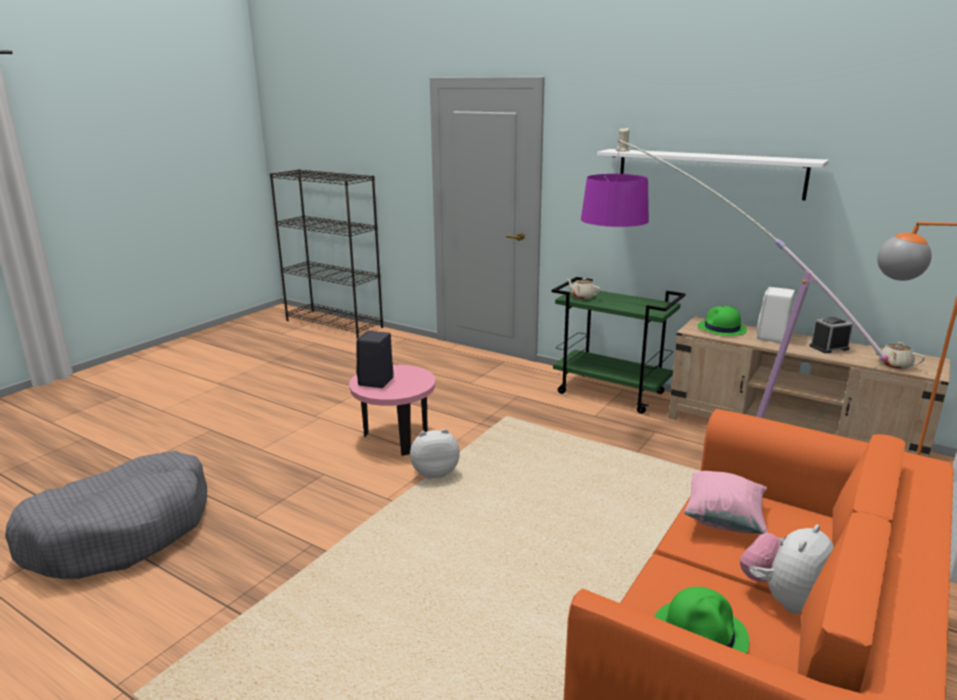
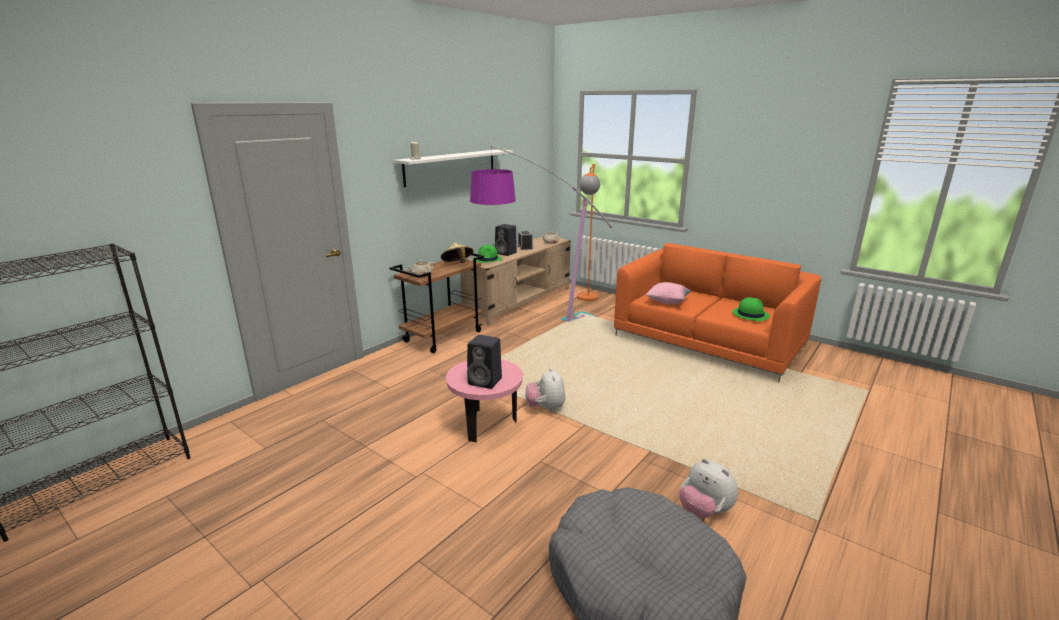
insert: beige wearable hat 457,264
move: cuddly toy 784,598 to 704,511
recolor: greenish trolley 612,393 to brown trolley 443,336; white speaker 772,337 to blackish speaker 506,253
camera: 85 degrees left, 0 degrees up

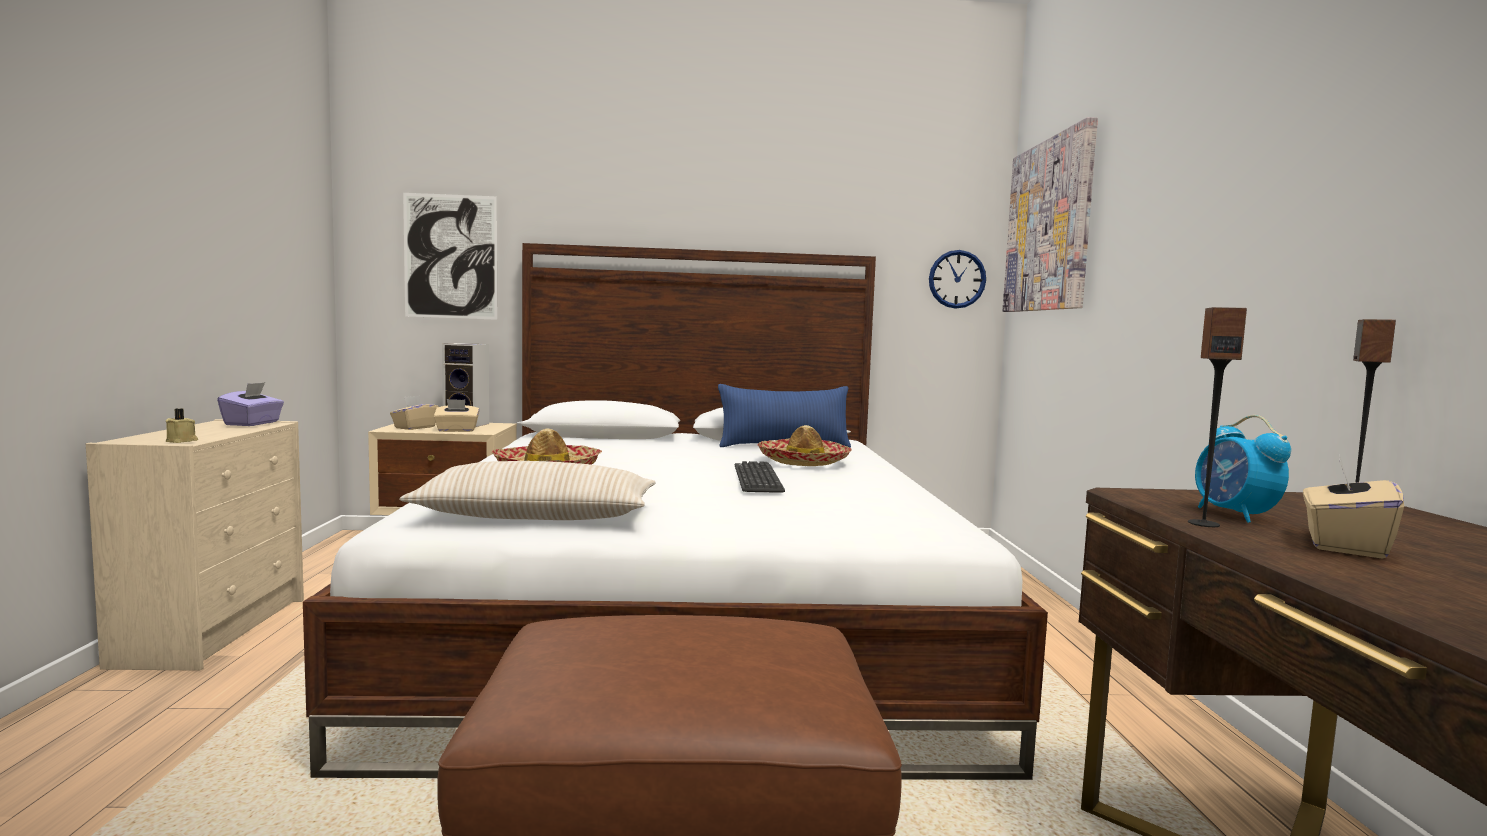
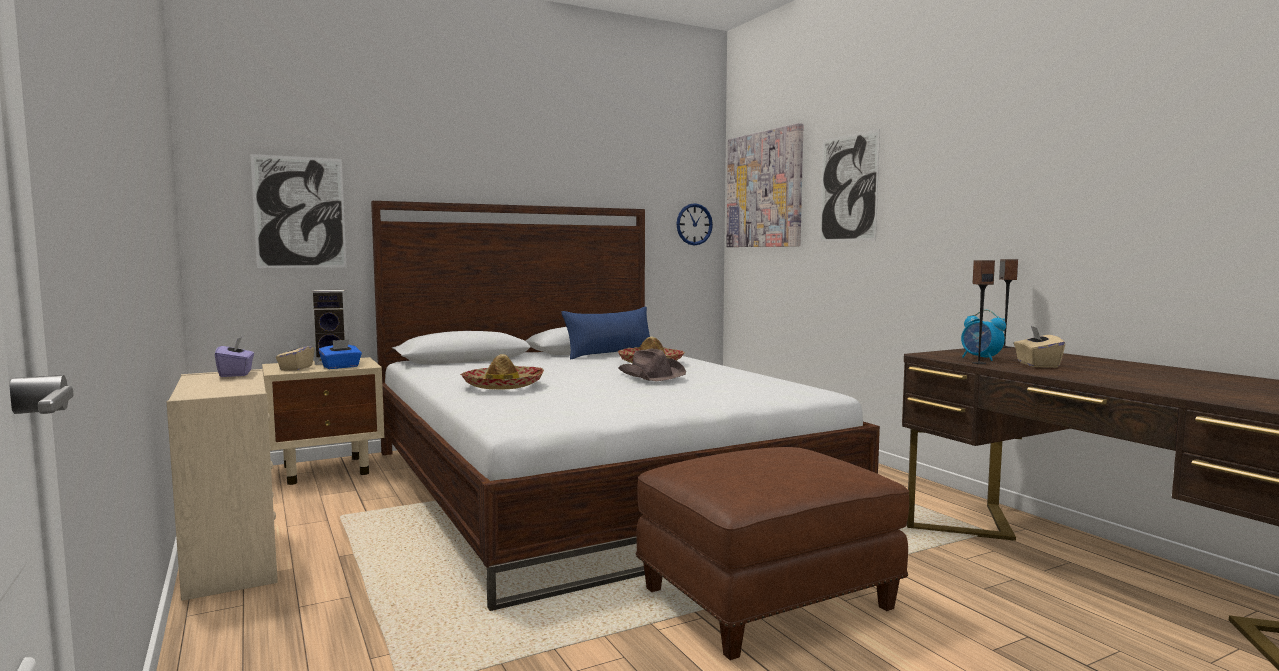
delete: beige wax light 182,441; beige throw pillow 536,516
insert: wall picture 848,188
replace: computer keyboard 757,478 to brown wearable hat 652,375
recolor: beige tissue box 456,430 to blue tissue box 341,367
camera: 25 degrees left, 0 degrees up

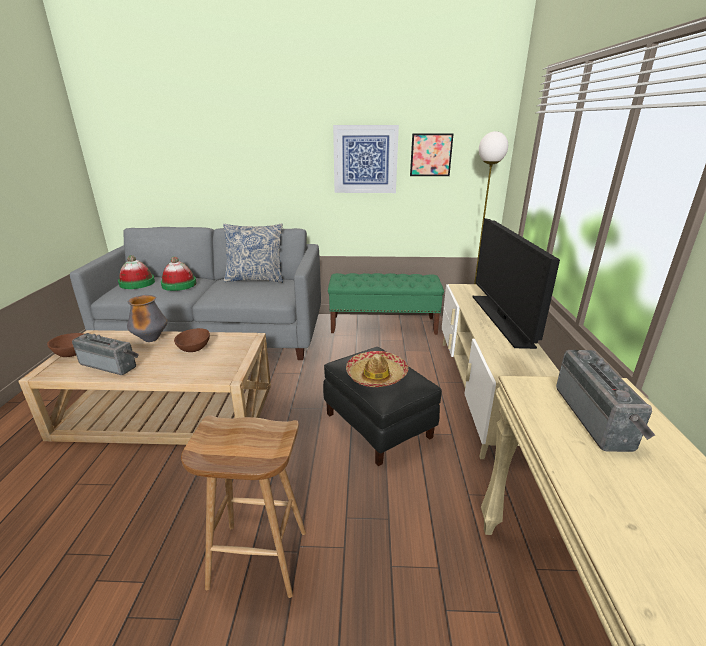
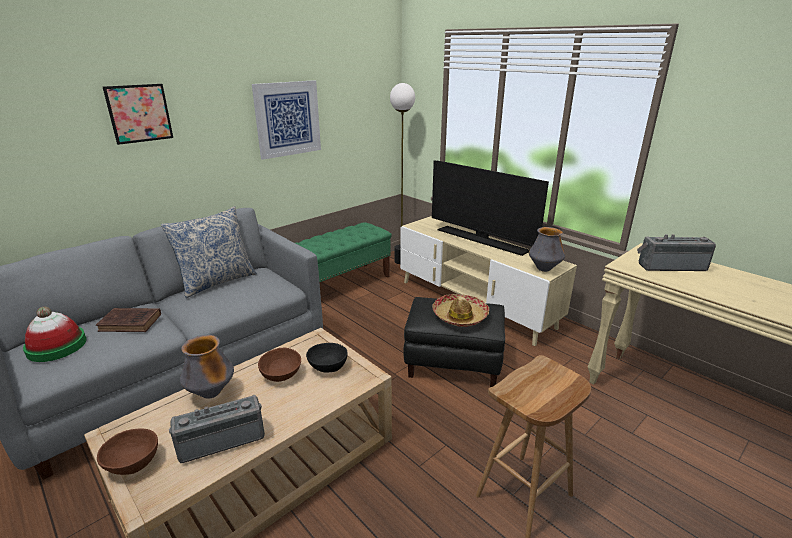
insert: blackish serving bowl 328,367; flower vase 544,269
move: wall picture 431,155 to 139,113
replace: wearable hat 179,284 to brown volume 132,323
rotate: radio set 597,417 = 670,266 45 degrees counterclockwise
camera: 45 degrees left, 0 degrees up

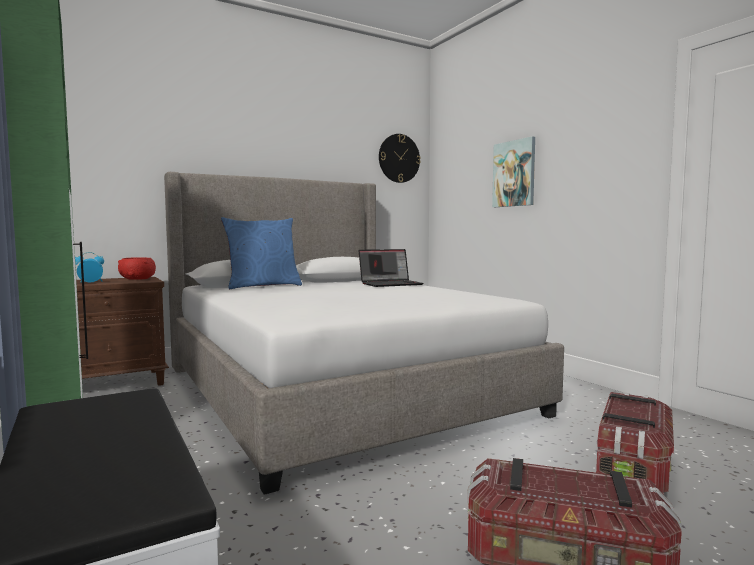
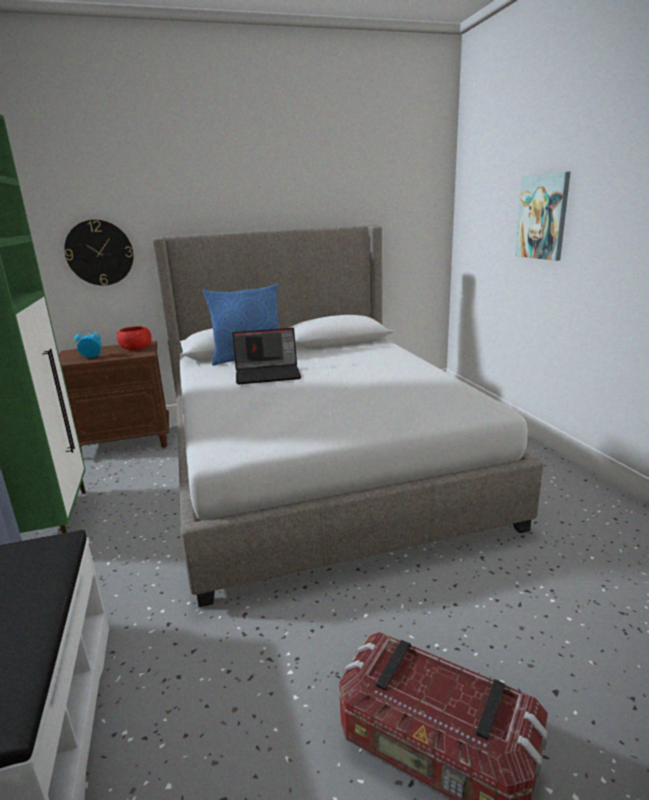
delete: storage box 632,469
move: laptop 391,284 to 268,374; hanging clock 399,158 to 99,253
camera: 15 degrees right, 15 degrees up

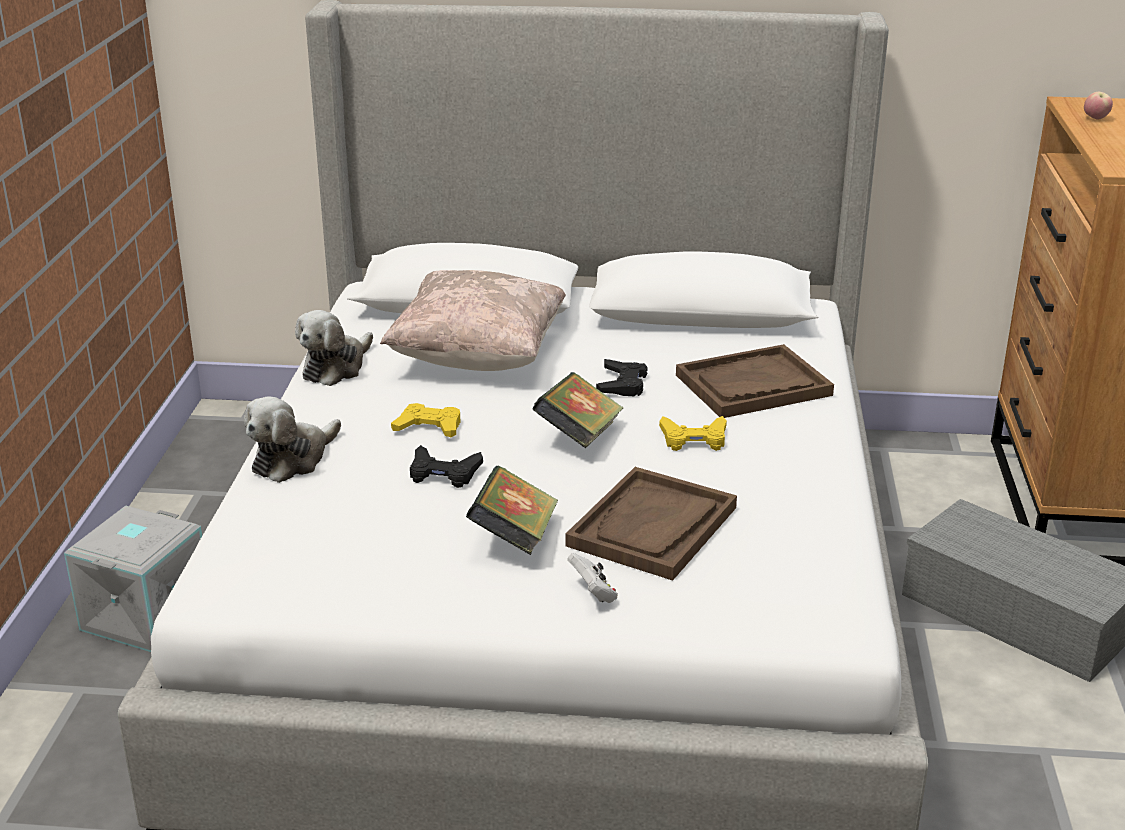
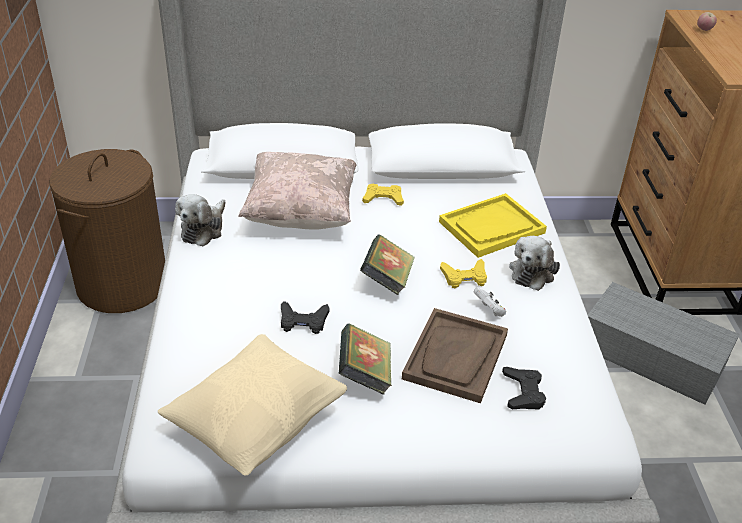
delete: gray storage box 145,614
insert: brown laundry basket 122,284; beige throw pillow 257,424
move: cuddly toy 293,459 to 533,271; yellow game controller 429,427 to 383,198; white game controller 593,594 to 489,311; blackish game controller 622,384 to 523,392
recolor: brown tray 753,385 to yellow tray 491,227
camera: 10 degrees left, 10 degrees up

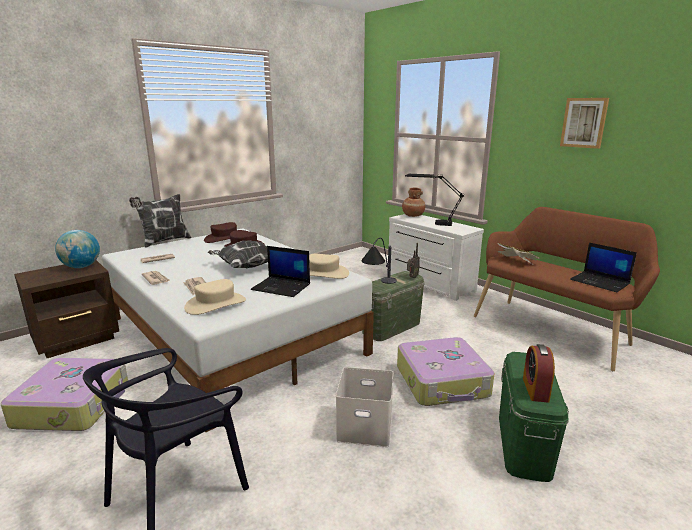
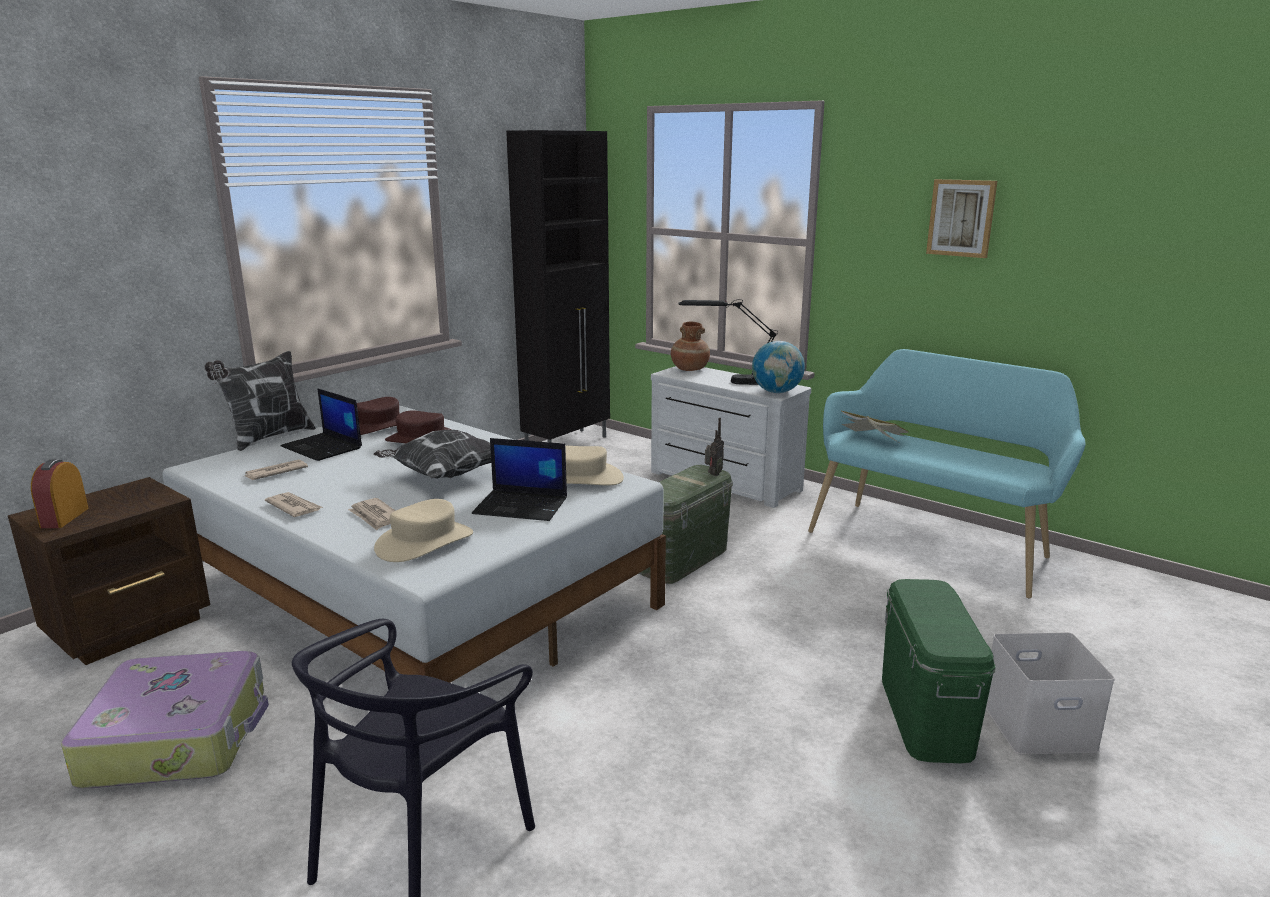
delete: tabletop lamp 378,285; travel case 443,382
insert: blackish cabinet 568,443
move: desk globe 81,267 to 776,392; white storage box 363,427 to 1037,727; bedside clock 535,389 to 64,517; laptop 600,282 to 323,447
recolor: brown long seat 553,329 to turquoise-coloured long seat 933,542
camera: 10 degrees left, 0 degrees up

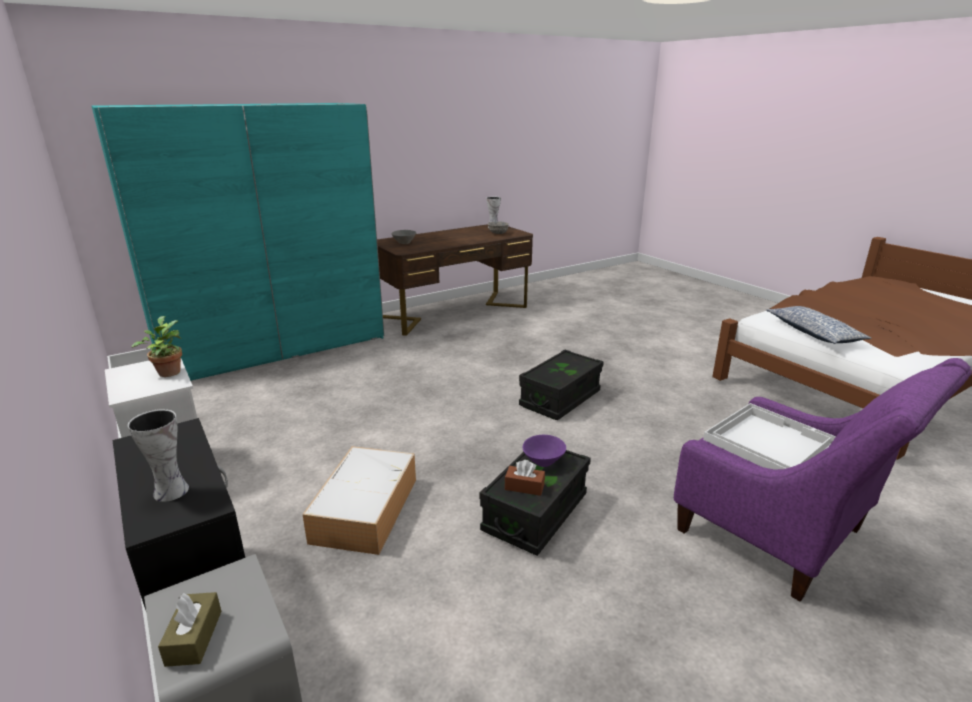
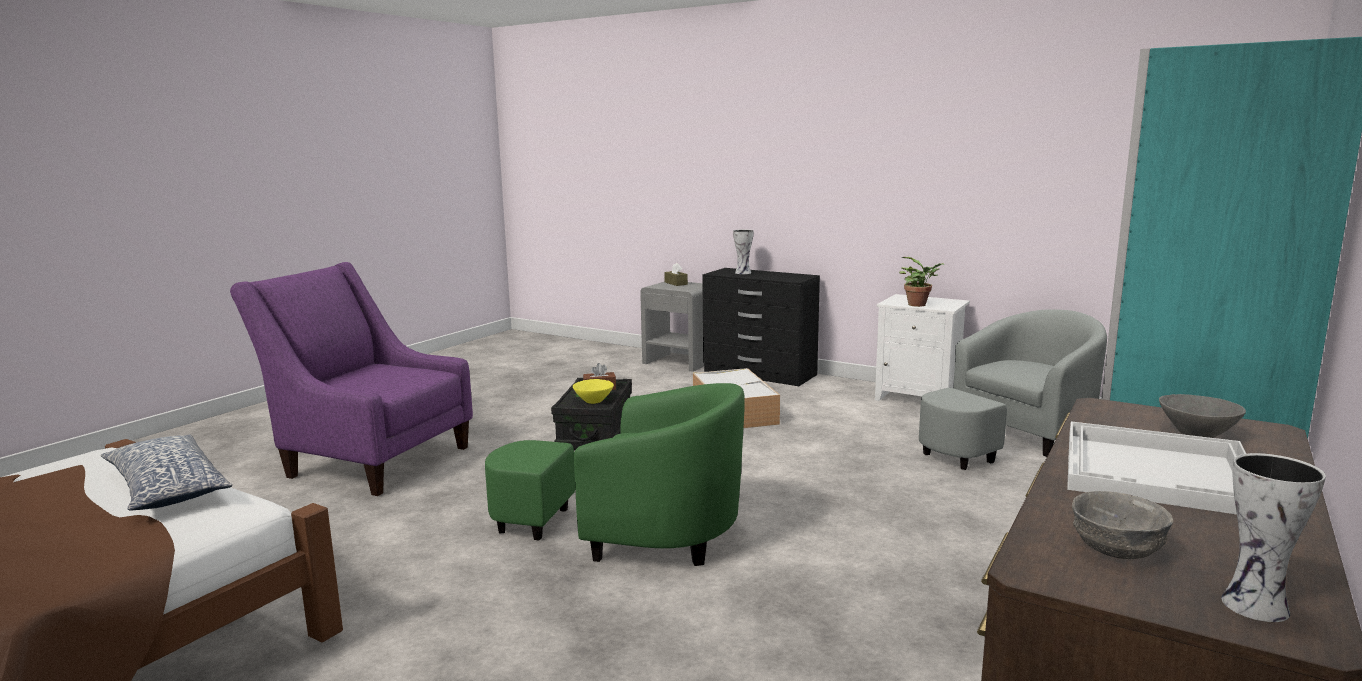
insert: gray armchair 1012,439
move: white tray 769,441 to 1158,472
replace: blackish storage box 560,399 to greenish armchair 631,533
recolor: purple-coloured serving bowl 542,462 to yellow serving bowl 594,401
camera: 155 degrees right, 10 degrees down

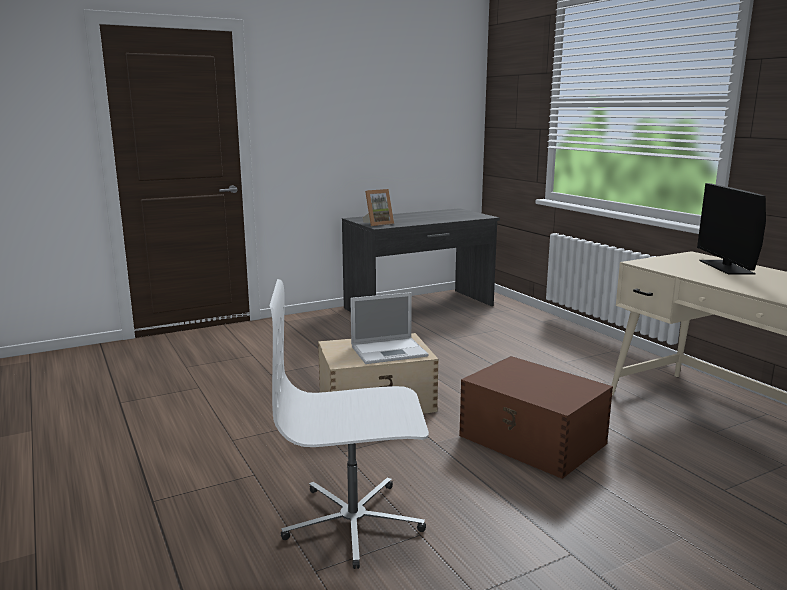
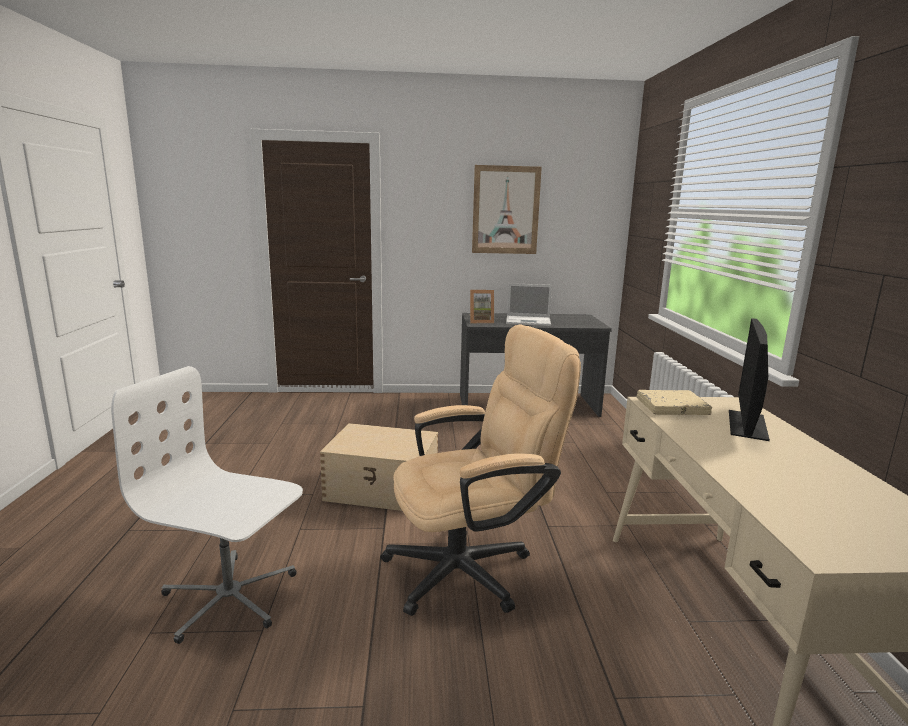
insert: wall picture 506,210; beige volume 672,407
move: laptop 390,351 to 529,321
replace: brown storage box 533,440 to beige desk chair 472,568
camera: 25 degrees right, 0 degrees up

